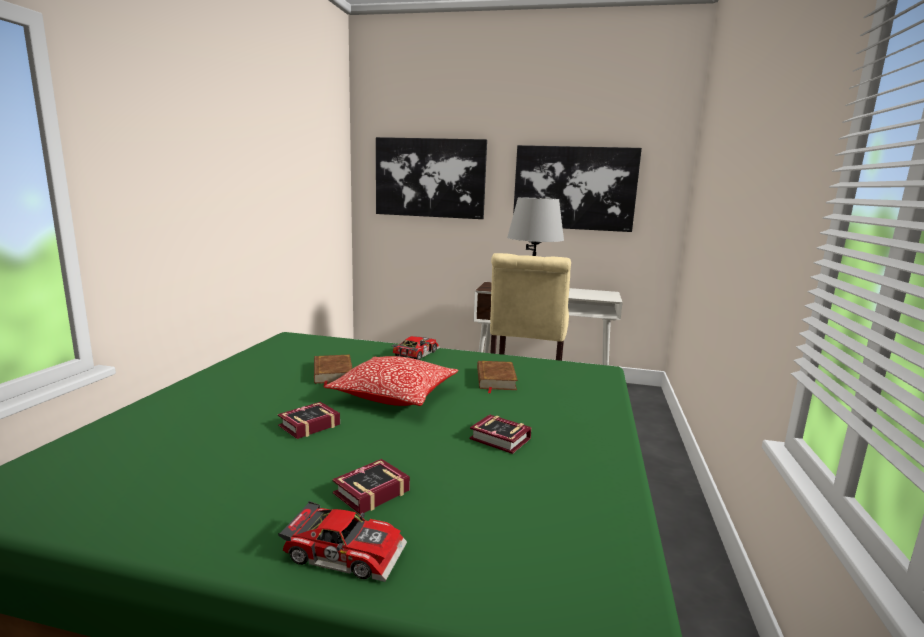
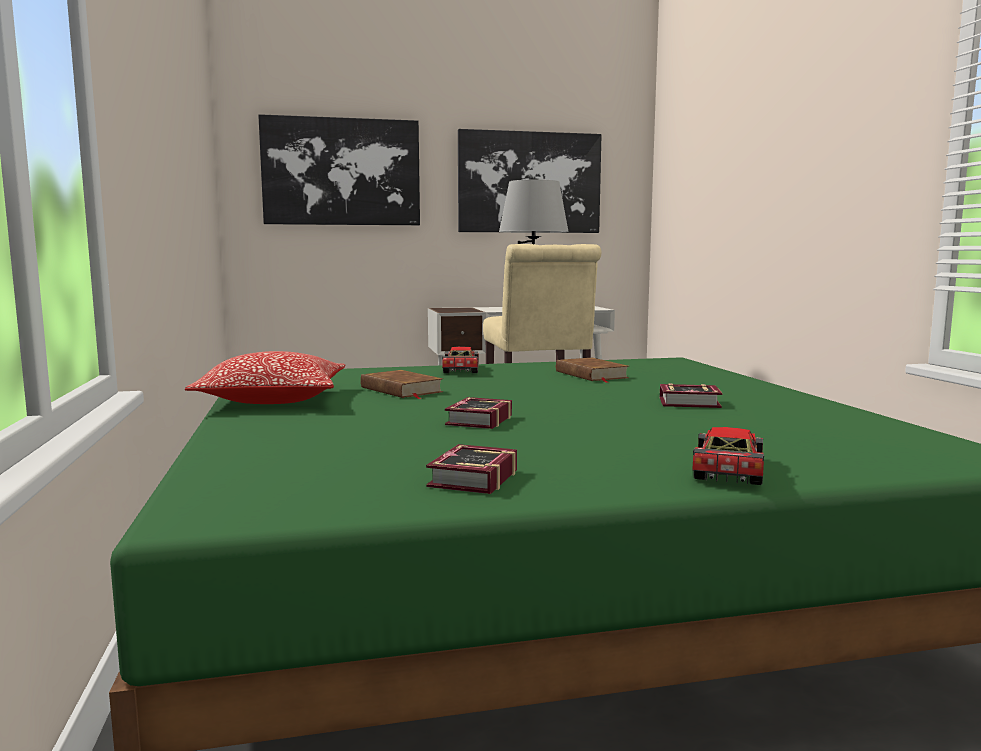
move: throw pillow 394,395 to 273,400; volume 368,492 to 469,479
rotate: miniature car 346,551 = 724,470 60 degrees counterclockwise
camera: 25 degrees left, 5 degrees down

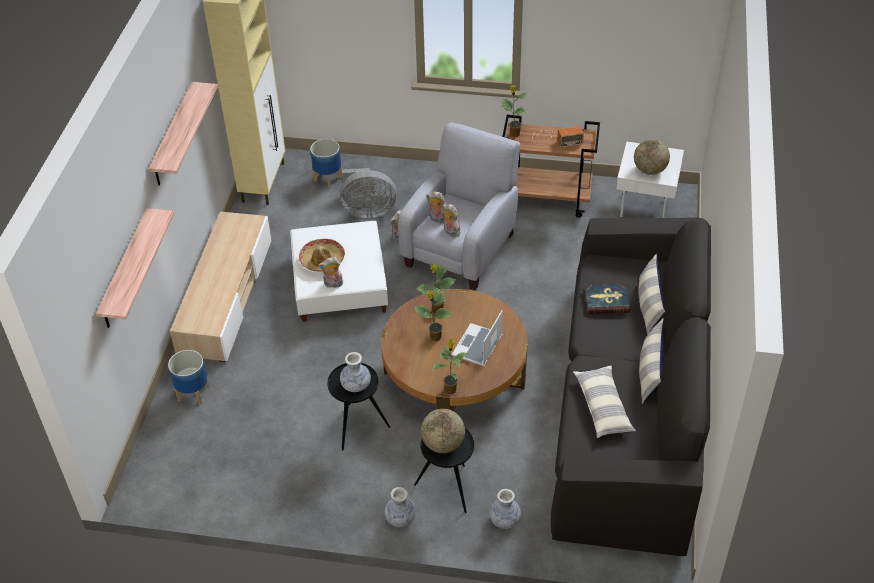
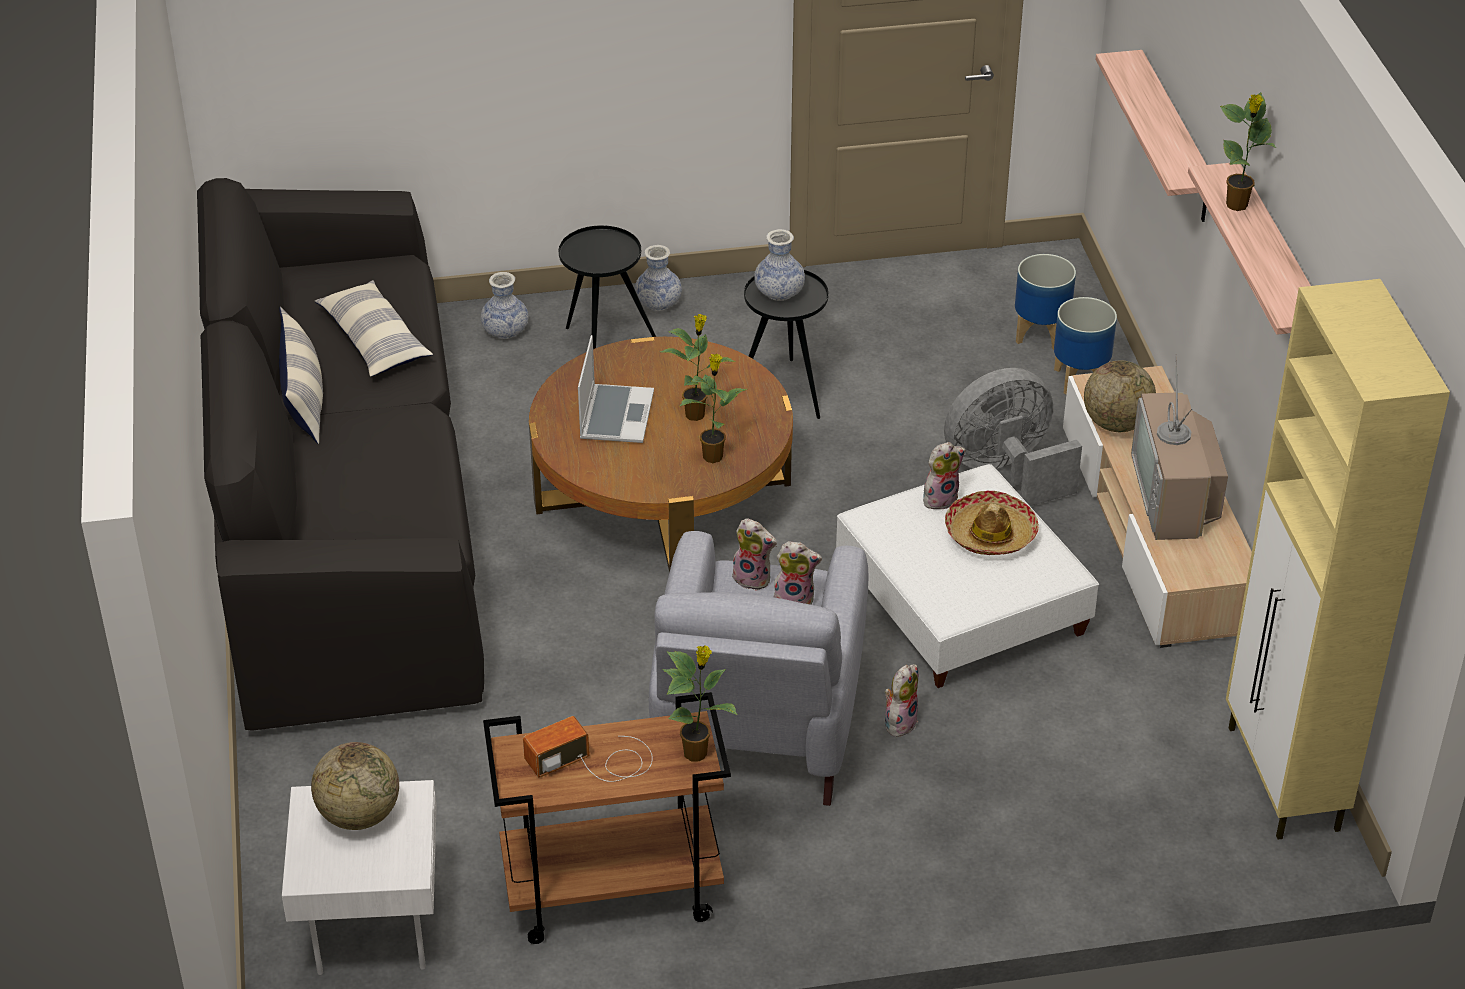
delete: volume 606,300; throw pillow 649,306
insert: television 1175,496
move: flower pot 327,178 to 1041,335; gray electric fan 367,210 to 1005,472; desk globe 443,444 to 1116,424; plant in a pot 450,389 to 1237,206
camera: 160 degrees right, 5 degrees down

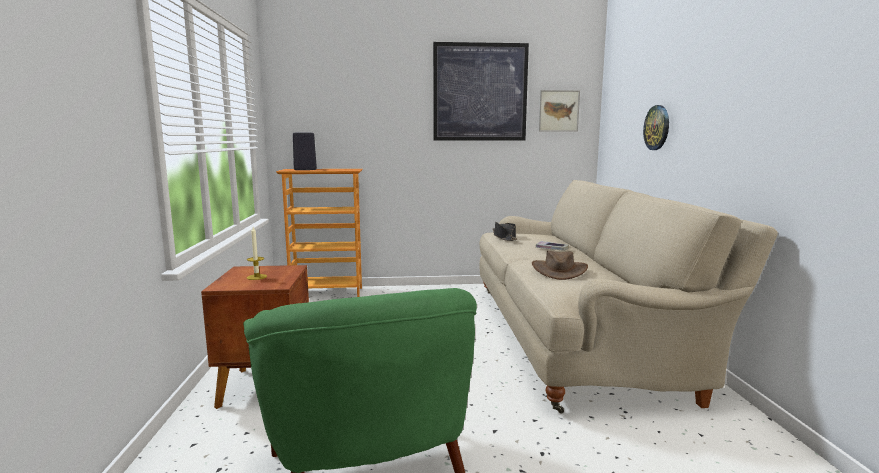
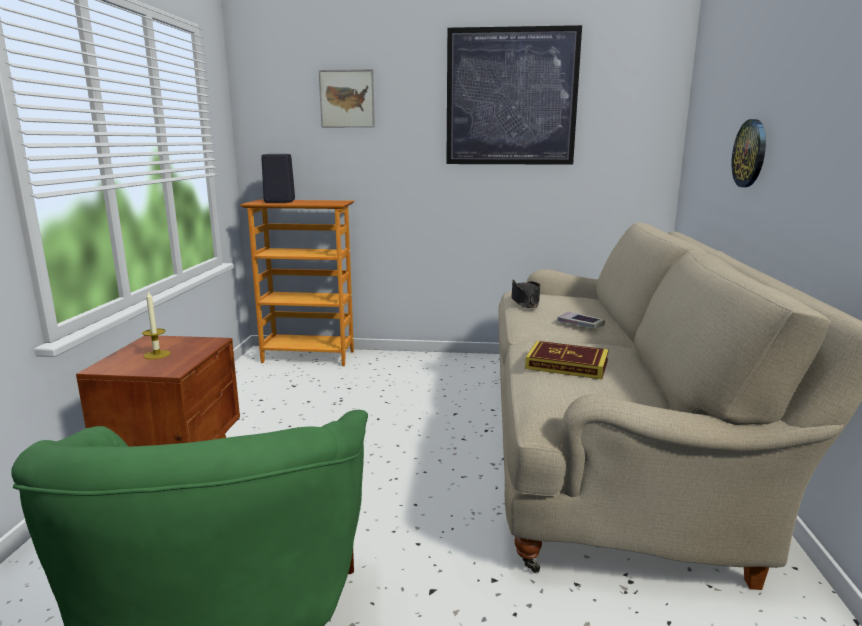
move: wall picture 558,111 to 347,99
replace: brown wearable hat 559,270 to volume 567,364
camera: 10 degrees right, 5 degrees up

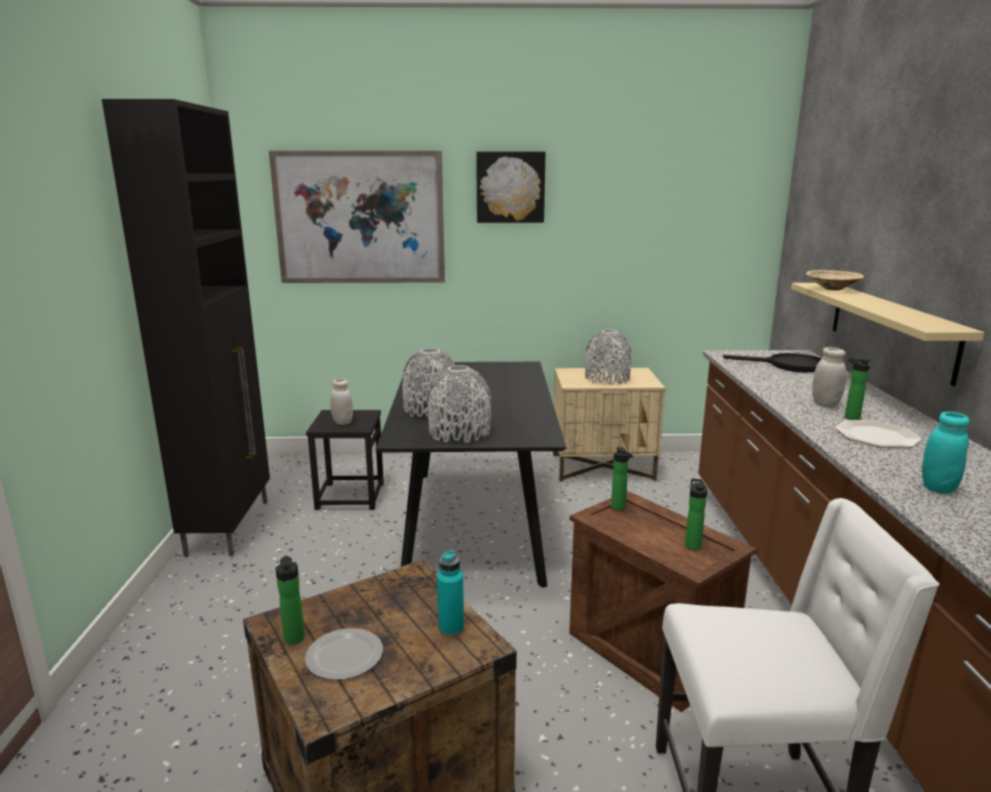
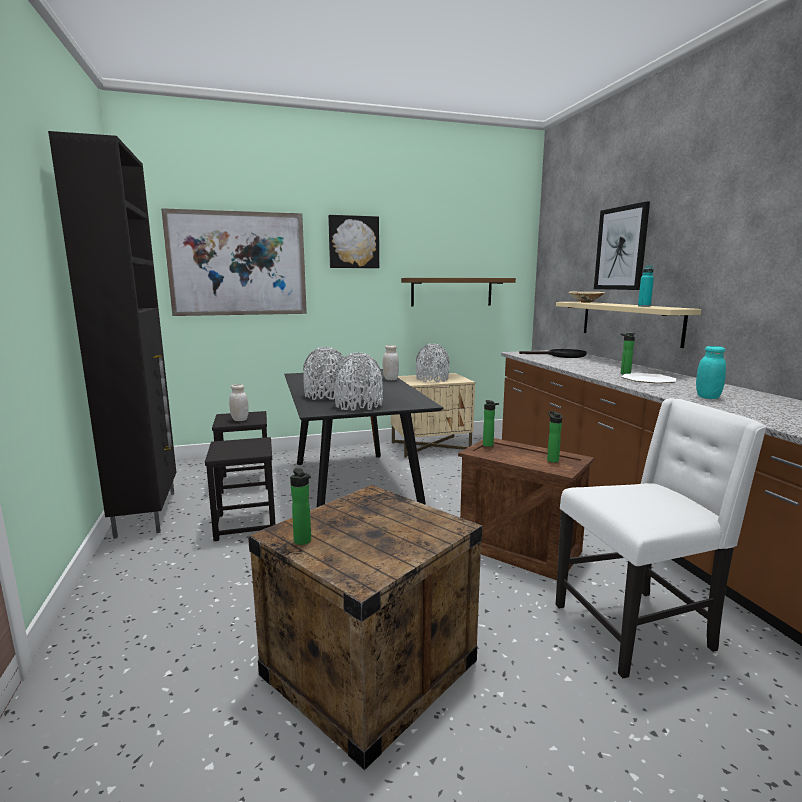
delete: dinner plate 345,656
insert: blackish stool seat 245,524; bracket shelf 451,292; wall picture 621,248
move: turquoise-coloured bottle 451,628 to 644,306; white jar 825,404 to 390,379
camera: 15 degrees left, 5 degrees down

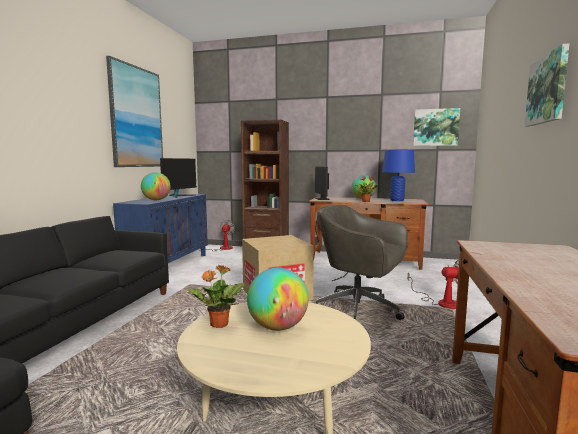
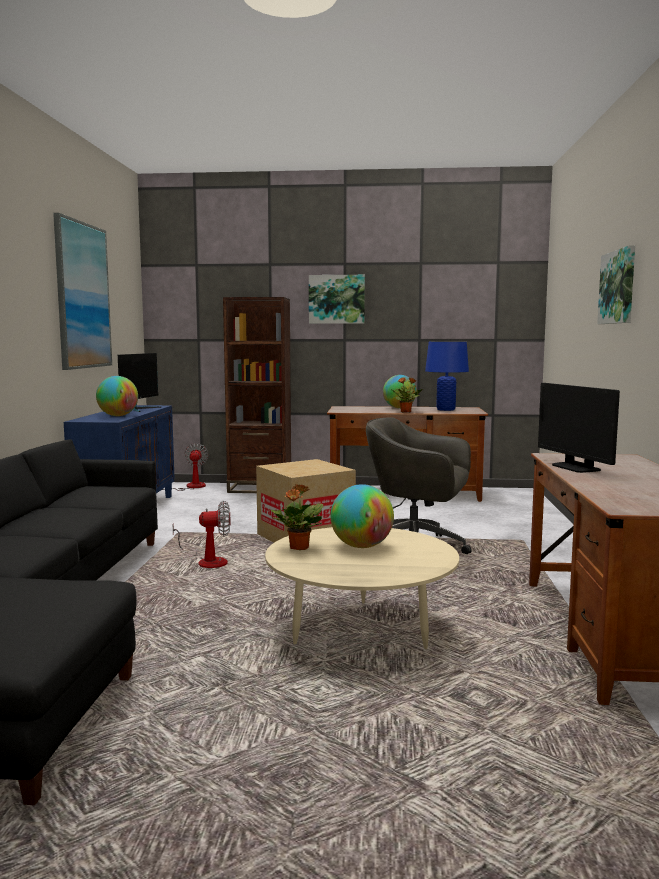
move: computer screen 322,199 to 576,467; electric fan 441,302 to 206,561; wall picture 435,127 to 336,299
camera: 10 degrees left, 0 degrees up

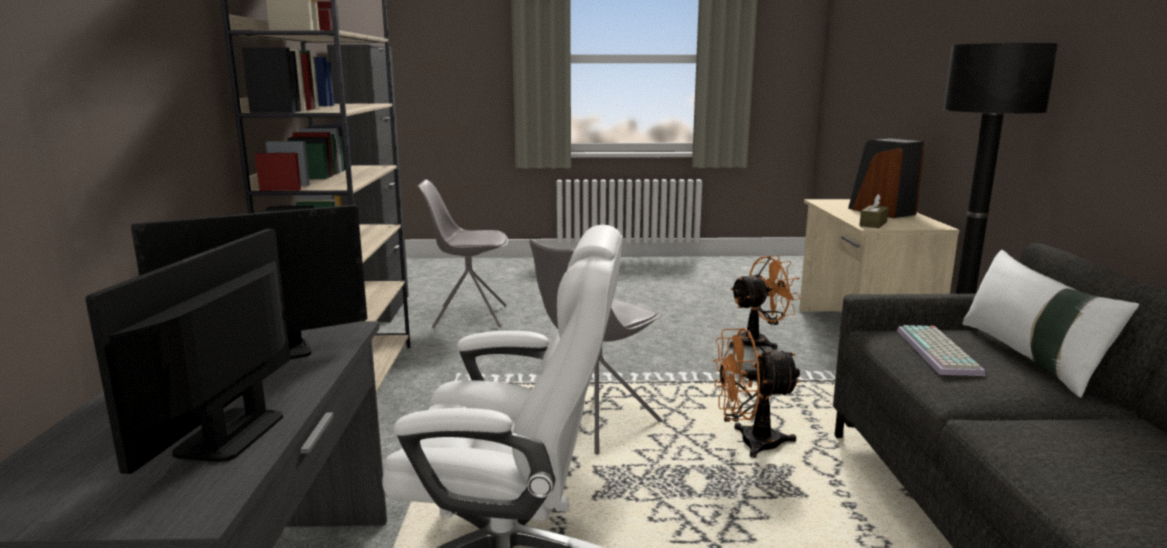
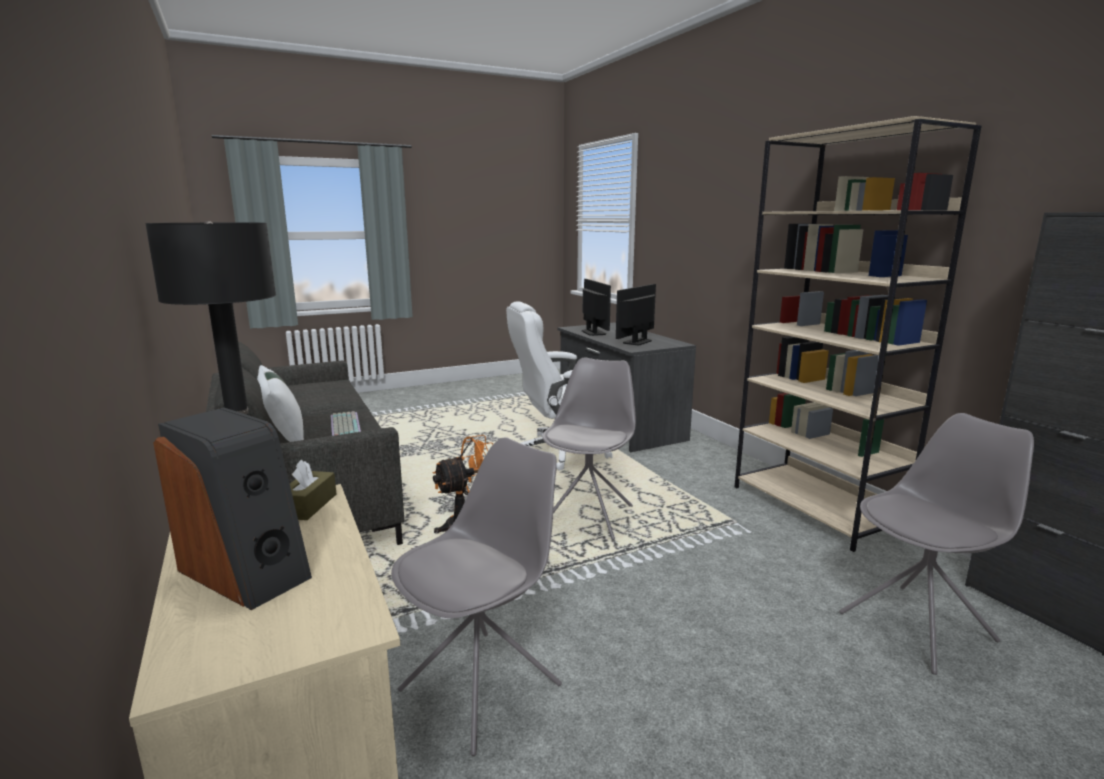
replace: orange-coloured electric fan 759,342 to gray chair 483,686
camera: 155 degrees right, 0 degrees up

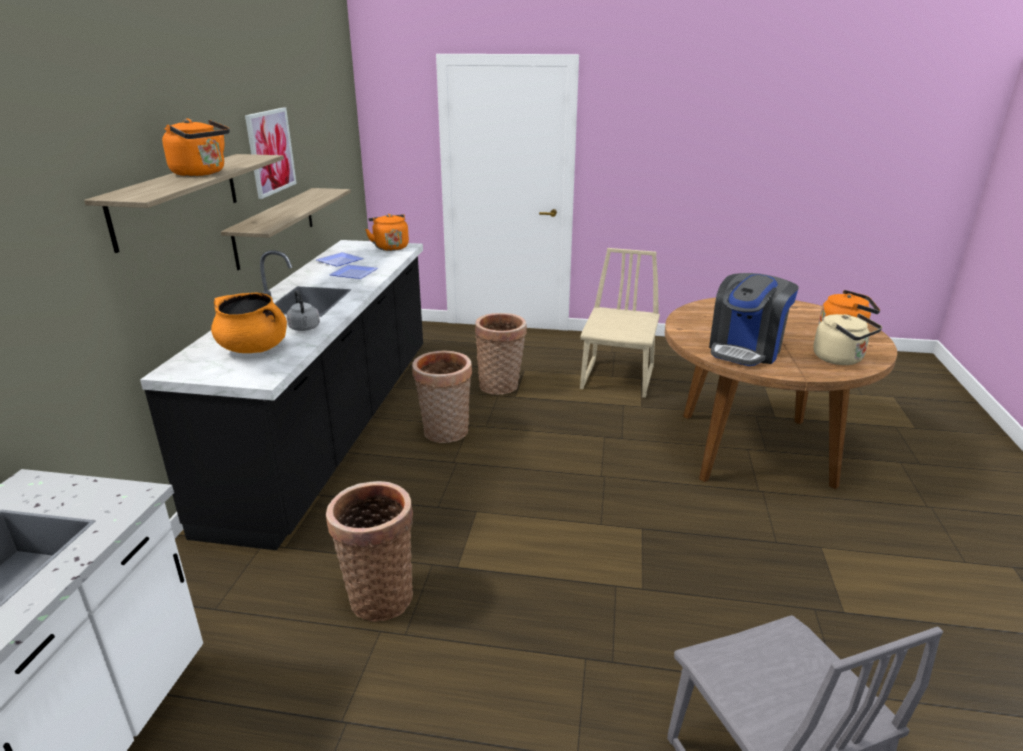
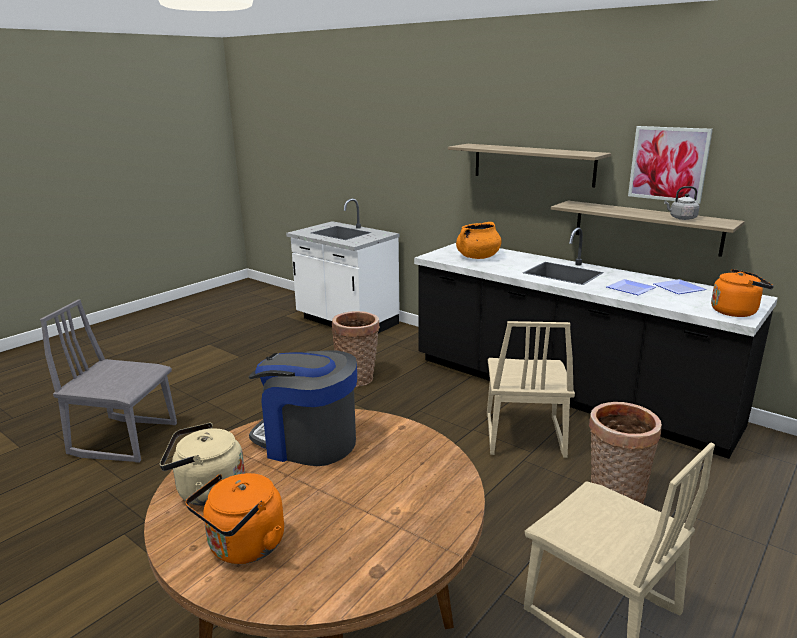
delete: orange-coloured water kettle 202,173
move: gray water kettle 305,328 to 681,218
replace: storage basket 445,434 to beige chair 523,436
rotate: coffee brewer 746,350 = 307,441 45 degrees counterclockwise
camera: 120 degrees right, 5 degrees down

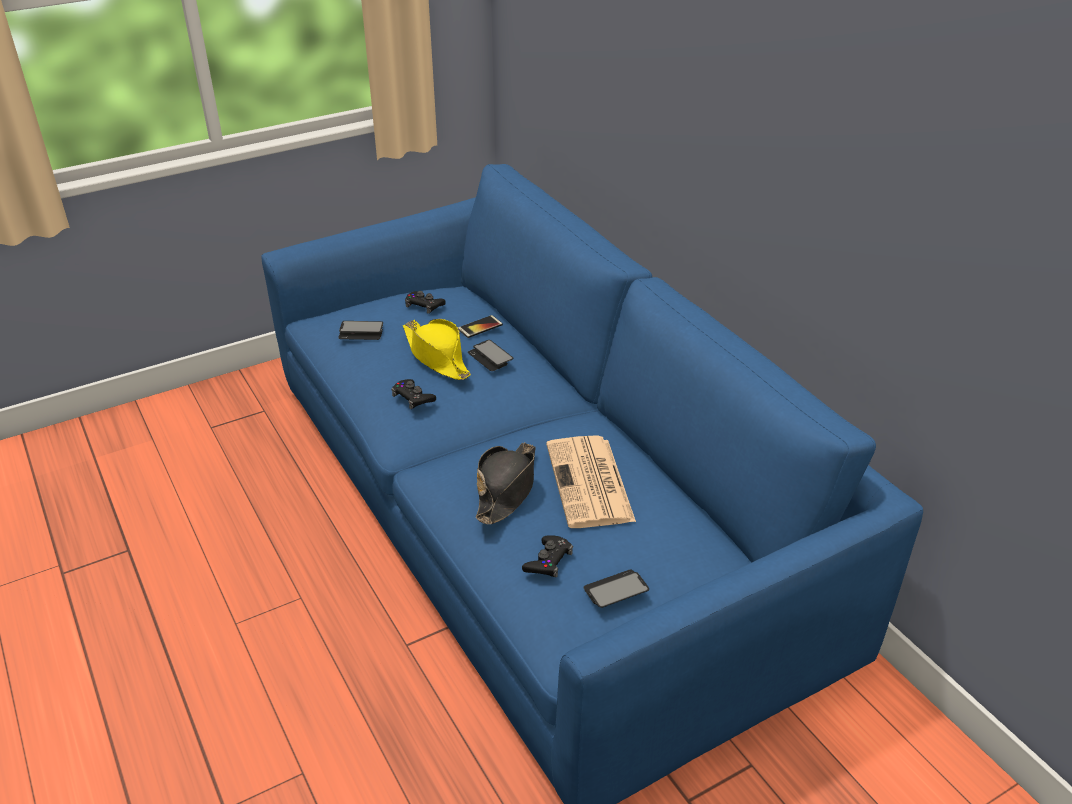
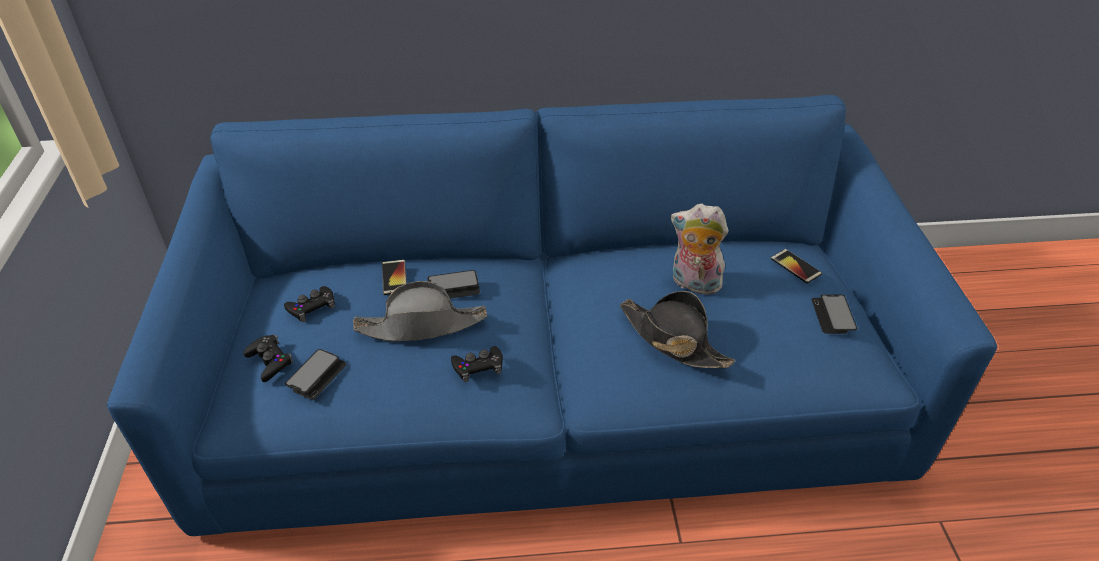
insert: telephone 795,266
move: blackish game controller 548,561 to 270,361
replace: daily paper 590,483 to cuddly toy 693,284
recolor: yellow wearable hat 437,356 to gray wearable hat 422,325
camera: 65 degrees left, 5 degrees up

